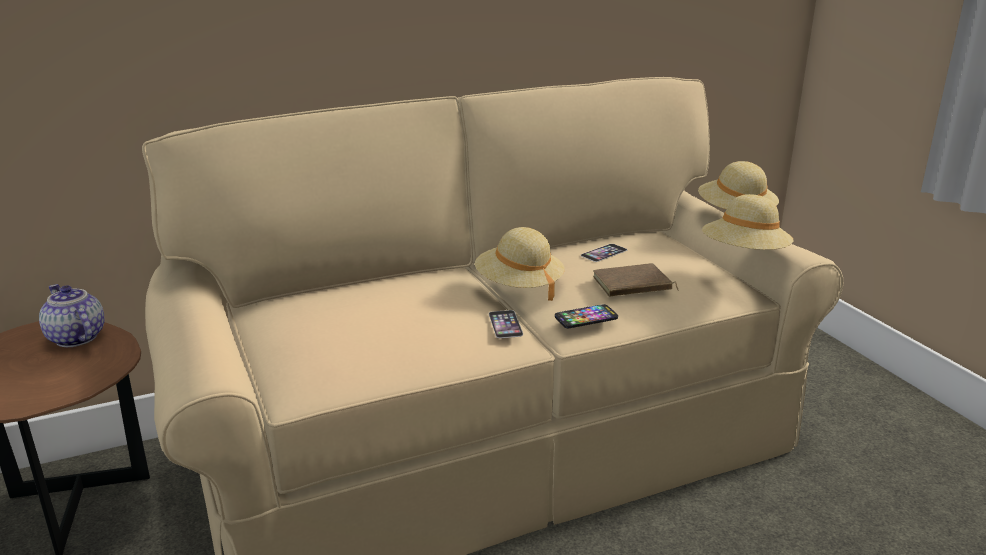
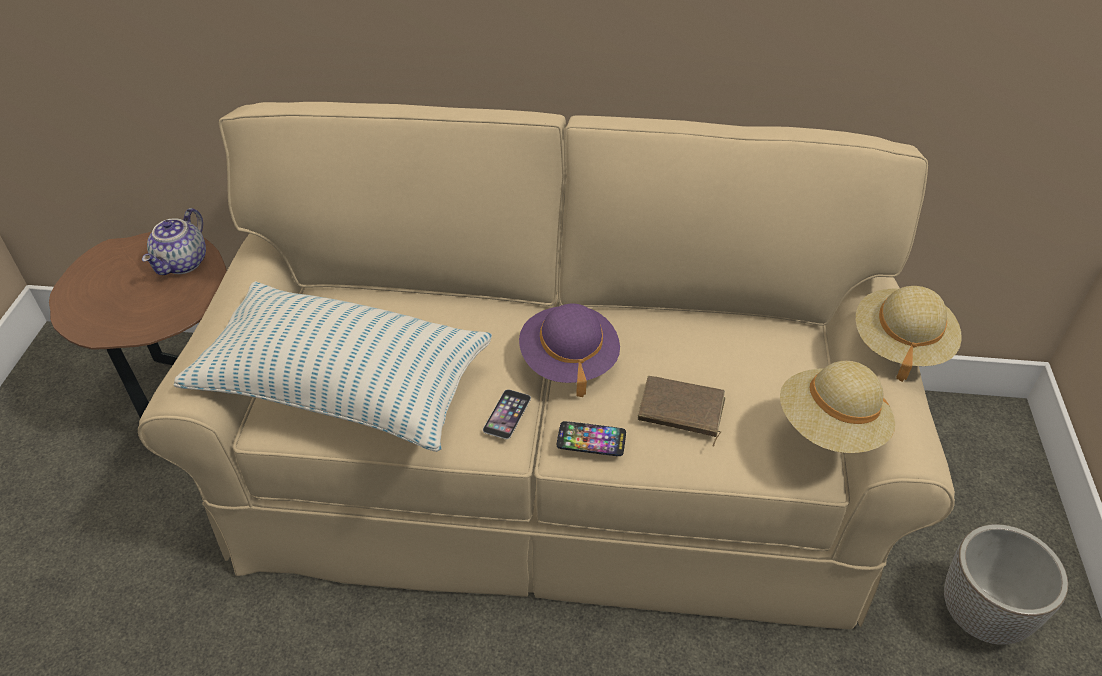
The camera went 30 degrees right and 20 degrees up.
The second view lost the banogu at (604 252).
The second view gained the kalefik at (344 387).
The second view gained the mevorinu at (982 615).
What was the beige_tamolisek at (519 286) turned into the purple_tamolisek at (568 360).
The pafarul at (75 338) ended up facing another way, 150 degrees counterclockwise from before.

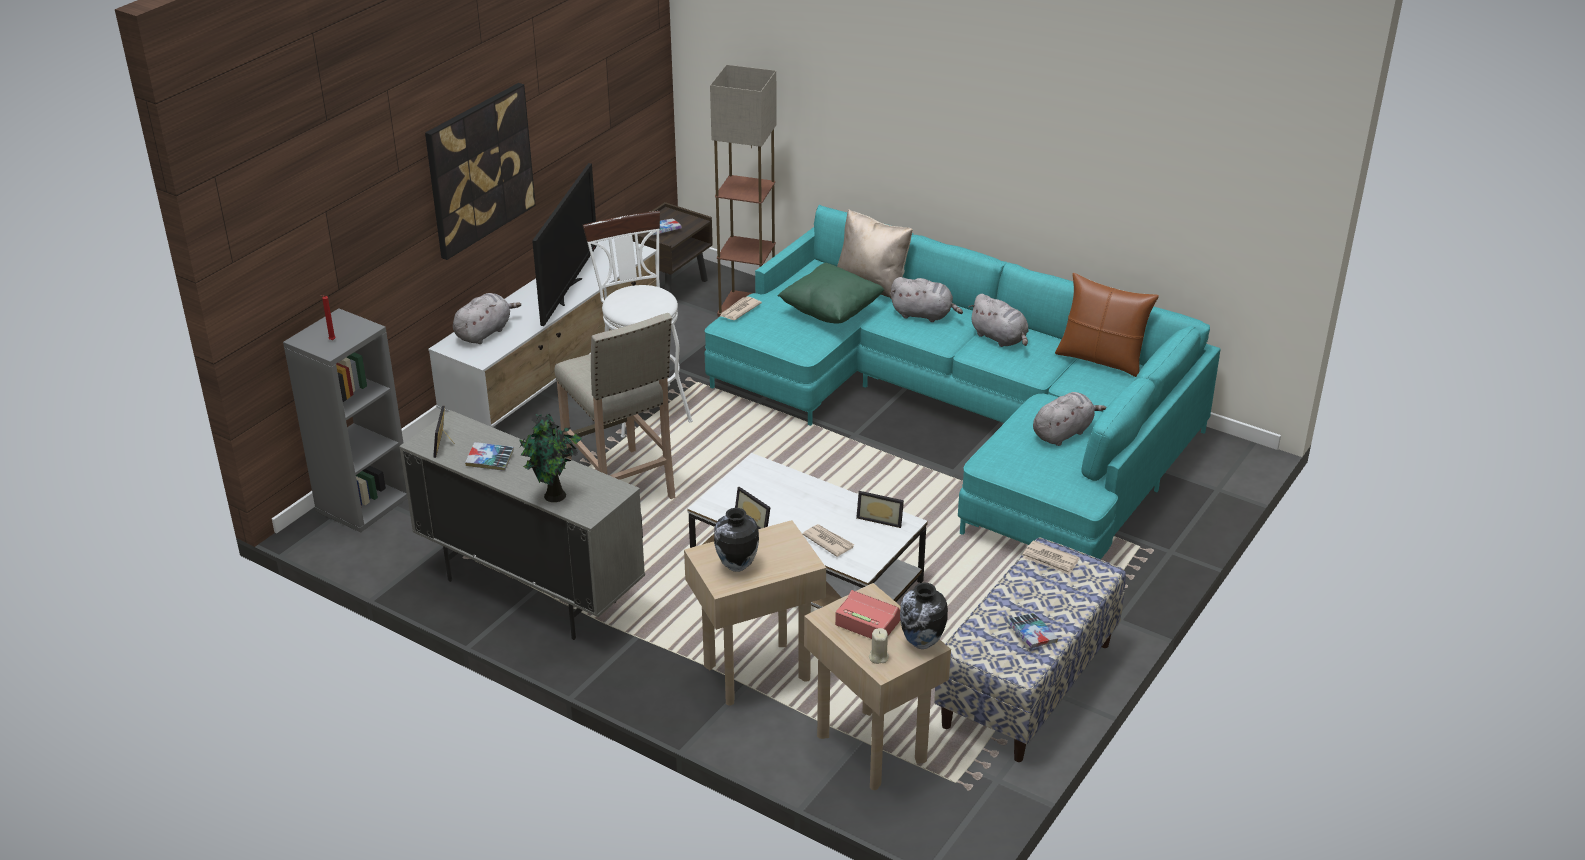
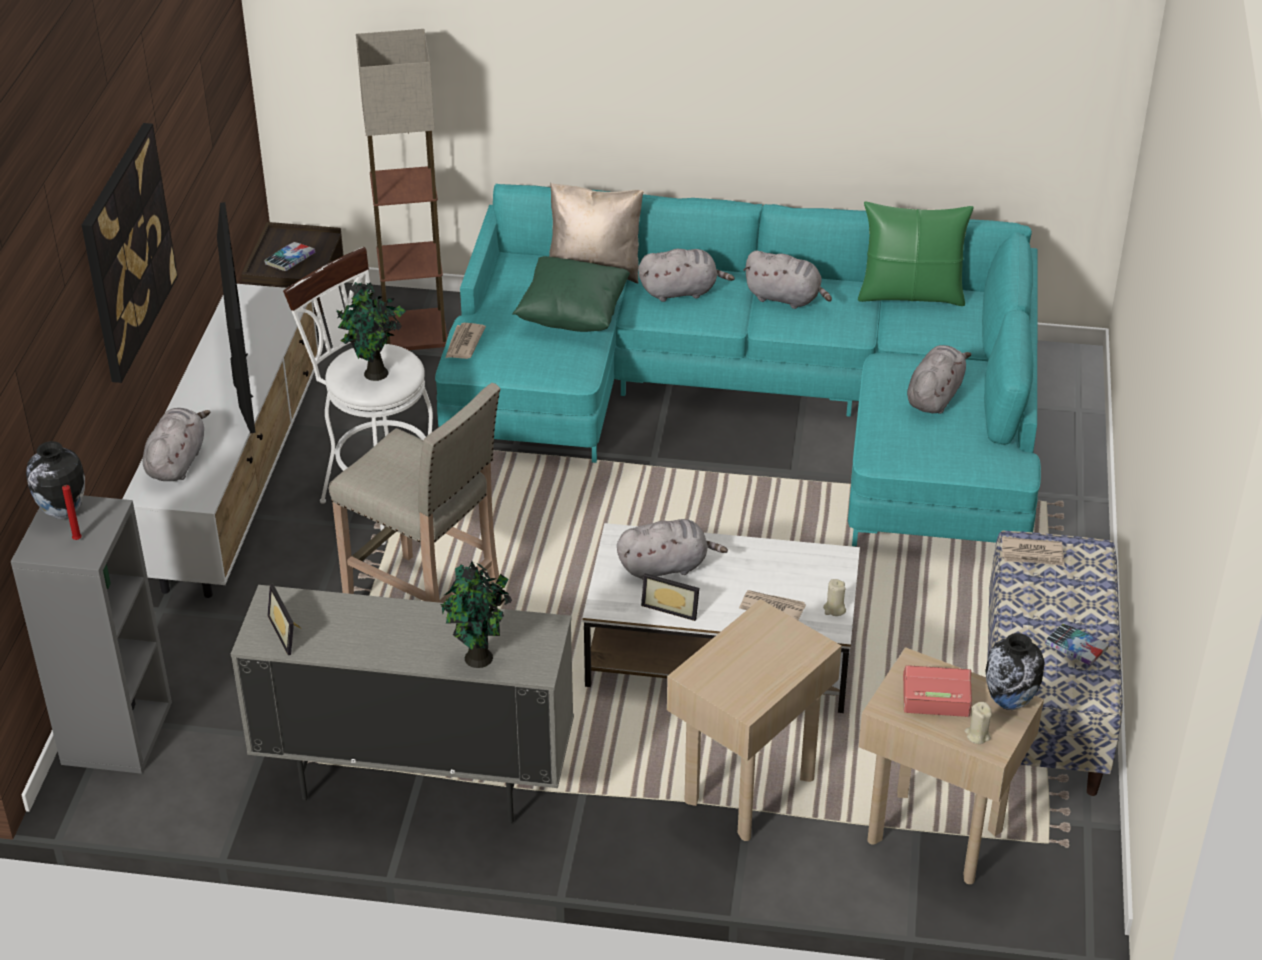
The camera went 25 degrees left and 5 degrees up.
The second view lost the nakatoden at (490 460).
The second view lost the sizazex at (881 518).
The second view gained the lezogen at (375 375).
The second view gained the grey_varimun at (666 566).
The second view gained the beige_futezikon at (834 609).
The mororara ended up elsewhere, having gone from (736 566) to (62 512).
What was the brown_kalefik at (1101 359) turned into the green_kalefik at (911 294).

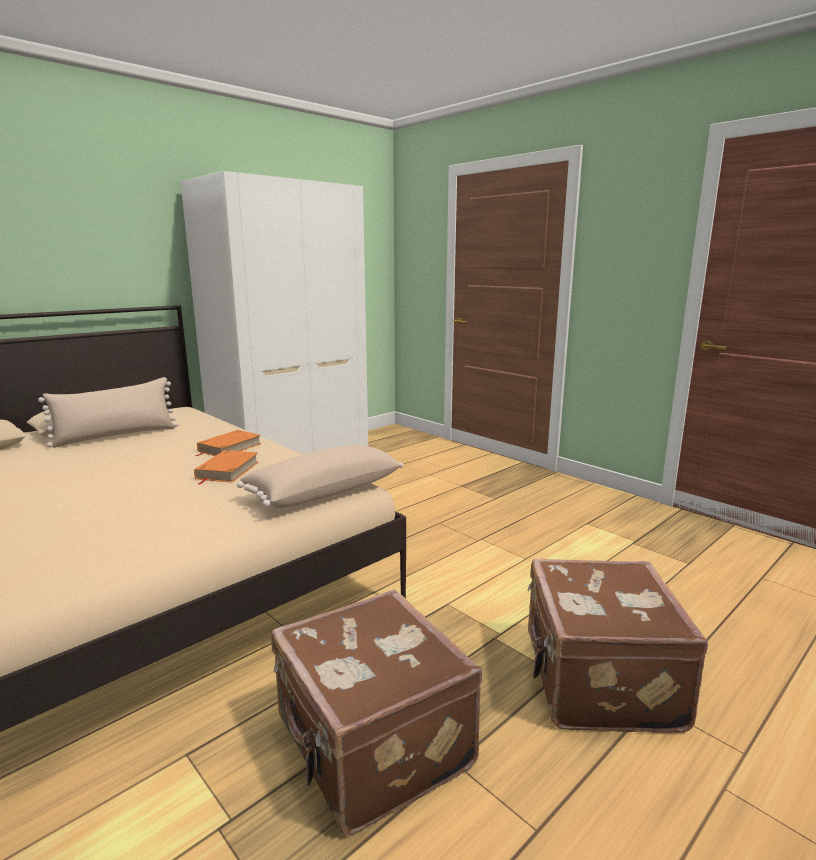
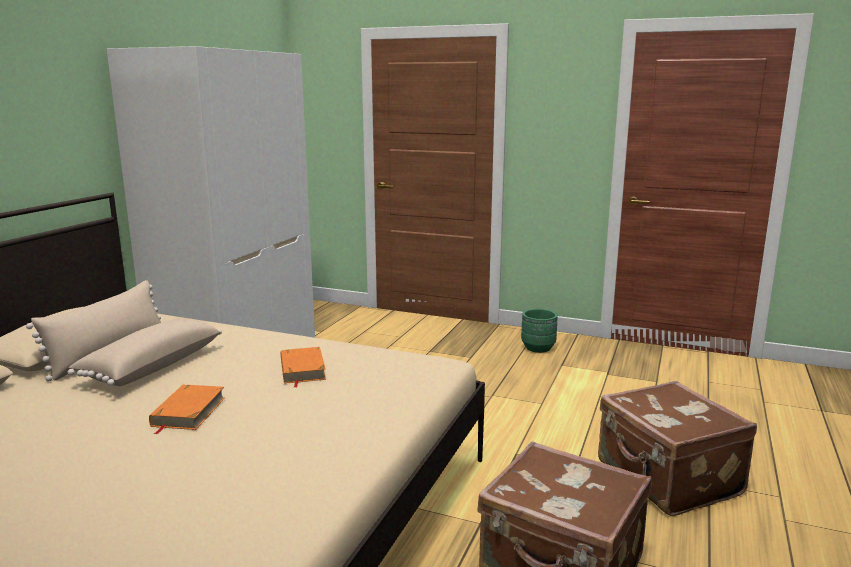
The camera went 25 degrees left and 0 degrees up.
The second view gained the green_mevorinu at (538 348).
The orange_nakatoden ended up elsewhere, having gone from (229 447) to (188 412).
The beige_kalefik ended up elsewhere, having gone from (323 491) to (150 367).

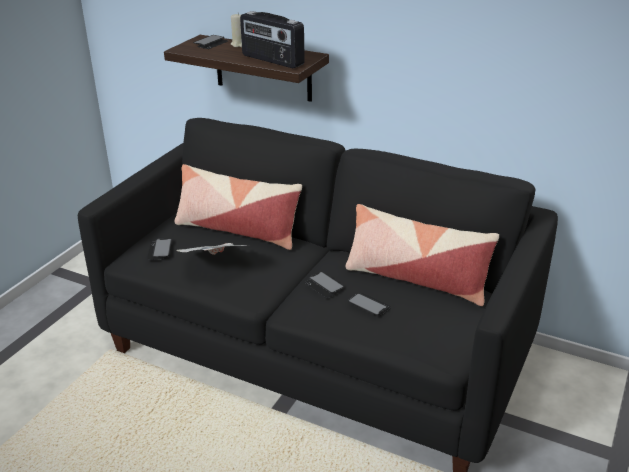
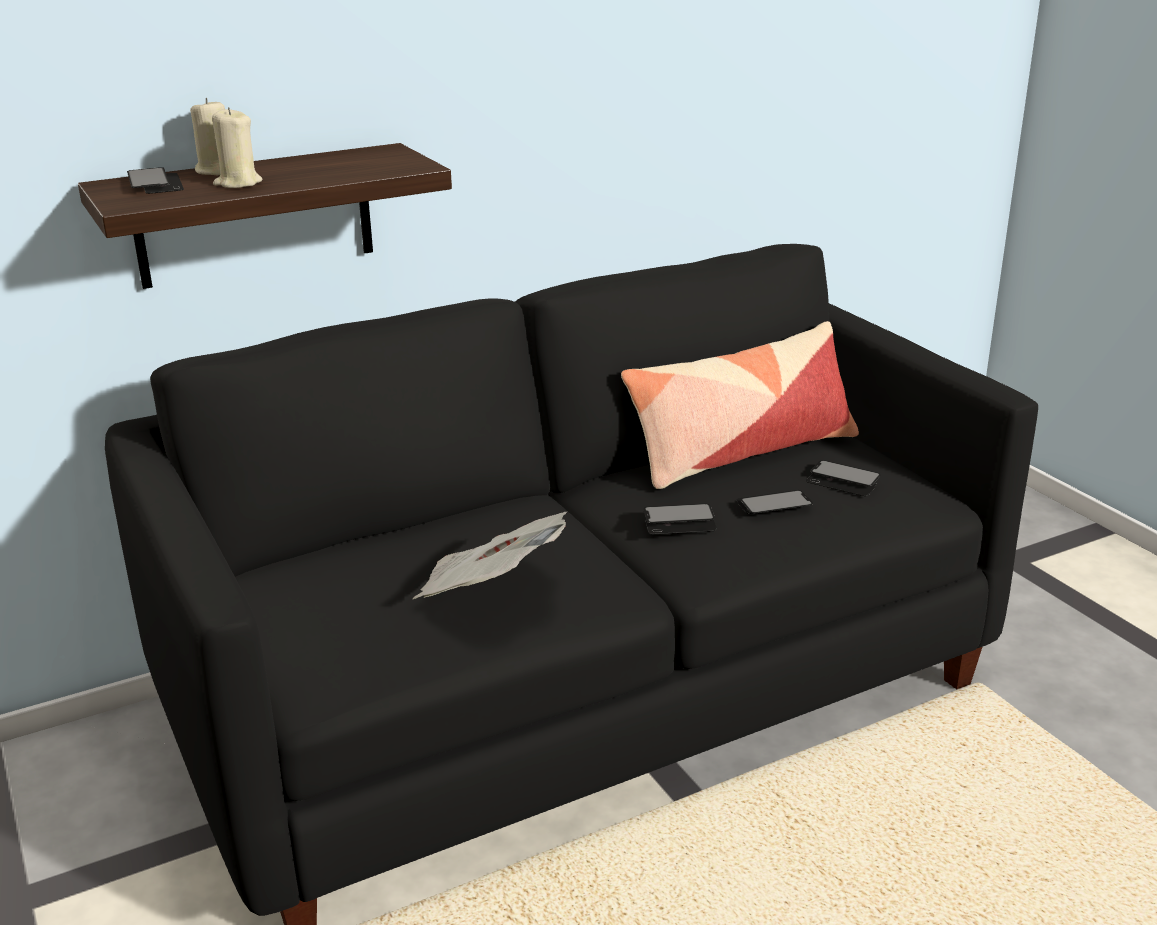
The camera went 55 degrees left and 5 degrees down.
The second view lost the kalefik at (237 229).
The second view lost the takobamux at (272 60).
The second view gained the beige_futezikon at (238 183).
The banogu ended up elsewhere, having gone from (159 250) to (843 480).

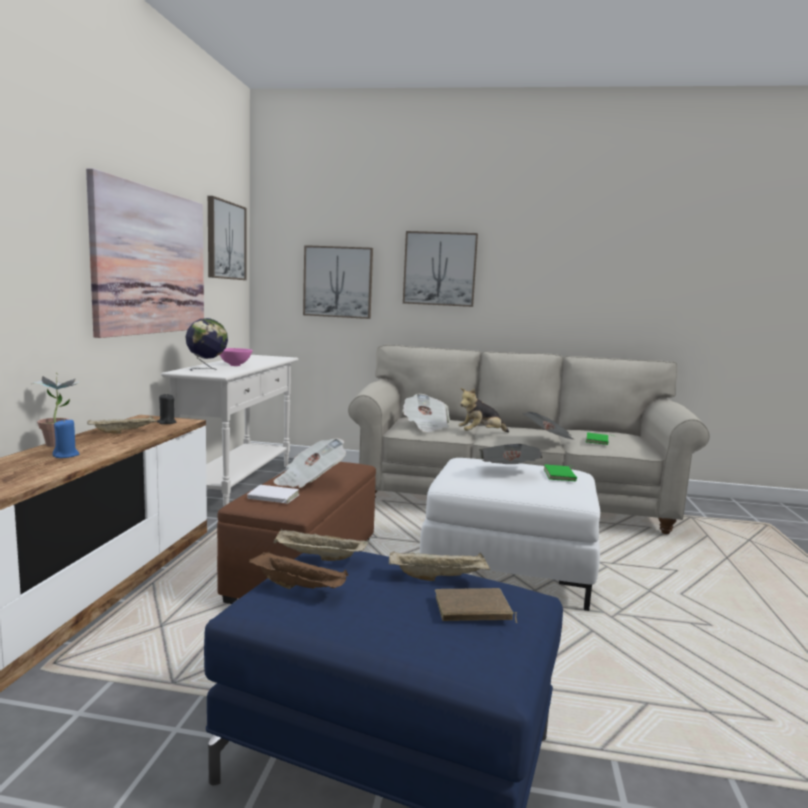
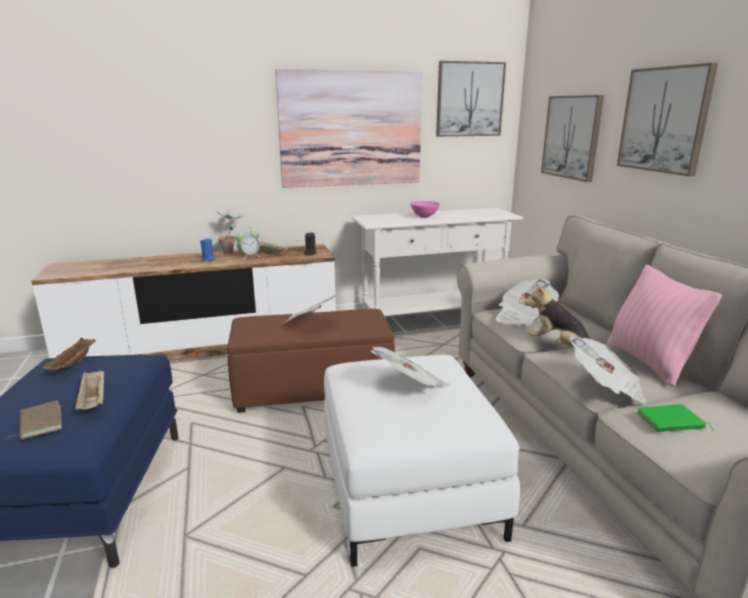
The camera went 65 degrees right and 10 degrees up.
The second view lost the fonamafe at (207 369).
The second view lost the white_nakatoden at (272 498).
The second view lost the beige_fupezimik at (318 557).
The second view lost the green_nakatoden at (561 475).
The second view gained the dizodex at (249 257).
The second view gained the pink_kalefik at (648 362).

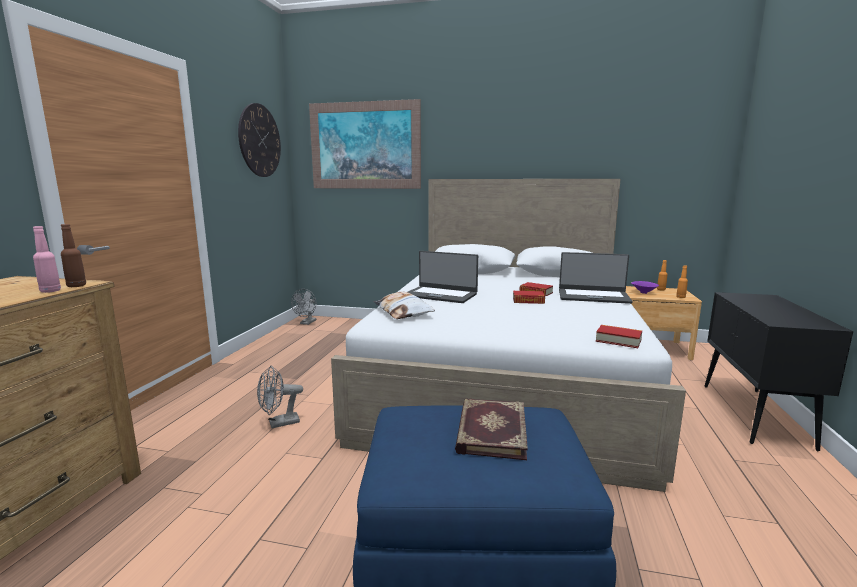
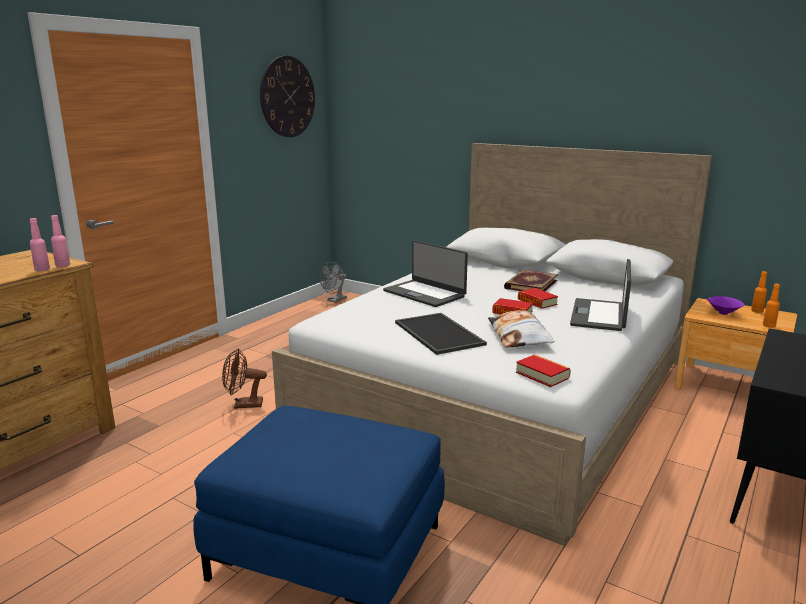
The camera went 20 degrees right and 5 degrees up.
The second view lost the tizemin at (365 146).
The second view gained the fupezimik at (440 333).
The kalefik ended up elsewhere, having gone from (403 312) to (519 336).
The nakatoden ended up elsewhere, having gone from (490 431) to (530 284).
What was the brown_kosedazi at (76 286) turned into the pink_kosedazi at (63 266).
What was the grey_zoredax at (279 423) turned into the brown_zoredax at (243 405).
The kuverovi at (593 296) ended up facing another way, 75 degrees clockwise from before.

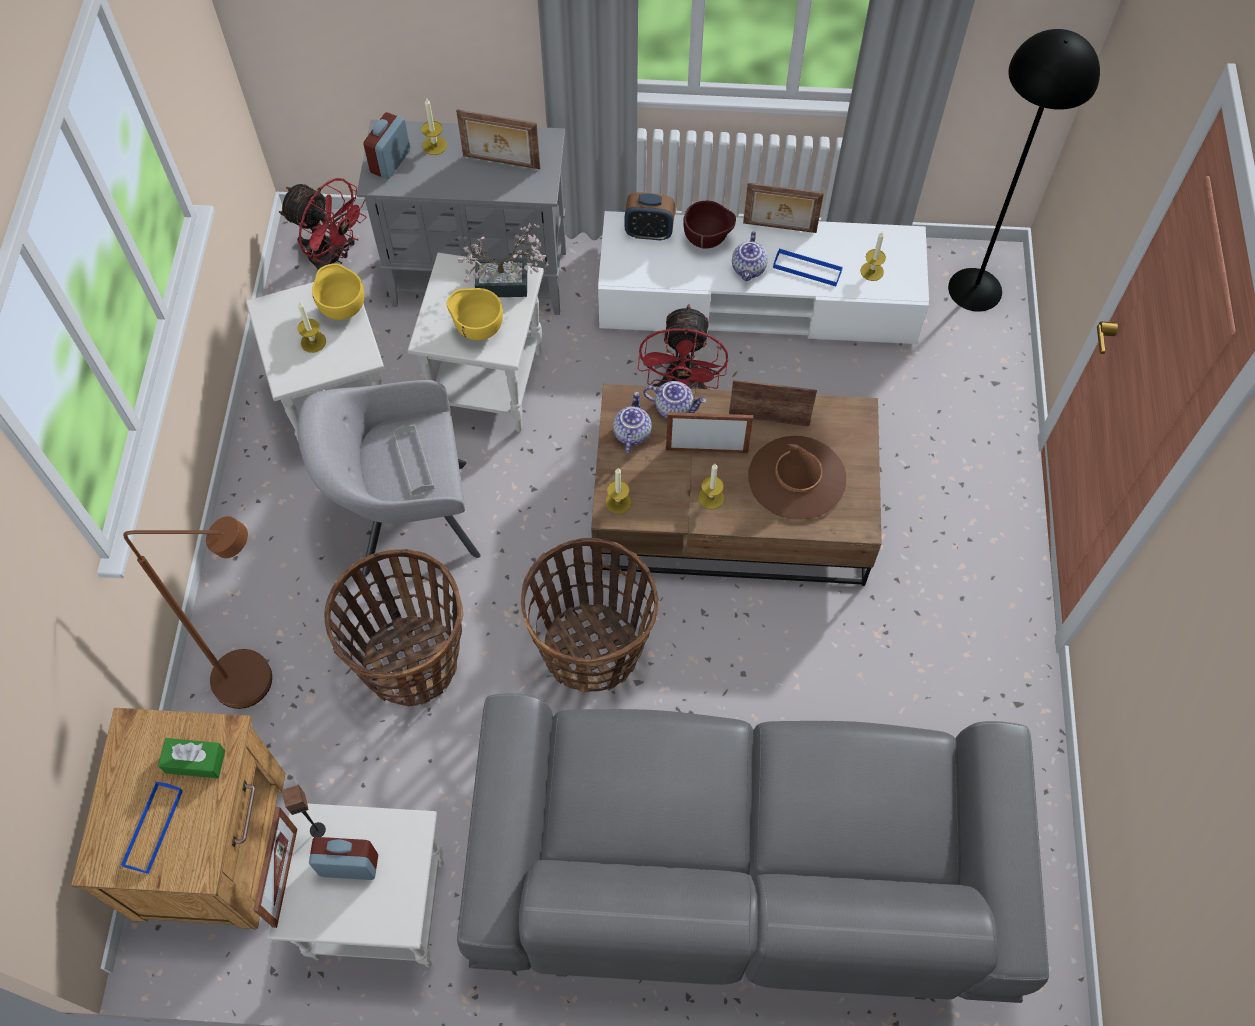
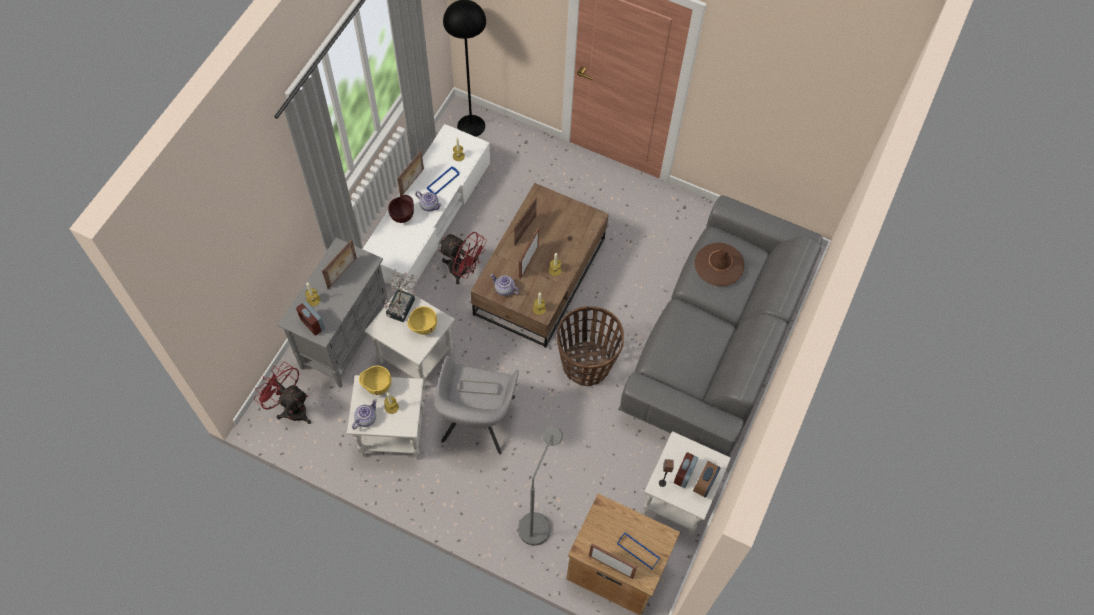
The camera went 70 degrees left and 0 degrees up.
The second view lost the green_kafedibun at (195 761).
The second view lost the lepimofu at (411 661).
The sizazex ended up elsewhere, having gone from (285 877) to (610 566).
The dizodex ended up elsewhere, having gone from (649 232) to (704 484).
The pafarul ended up elsewhere, having gone from (674 407) to (365 418).
The brown_tamolisek ended up elsewhere, having gone from (796 478) to (719 264).
What was the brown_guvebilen at (260 680) turned into the grey_guvebilen at (537 521).
The red_zoredax at (333 259) ended up facing another way, 105 degrees counterclockwise from before.

